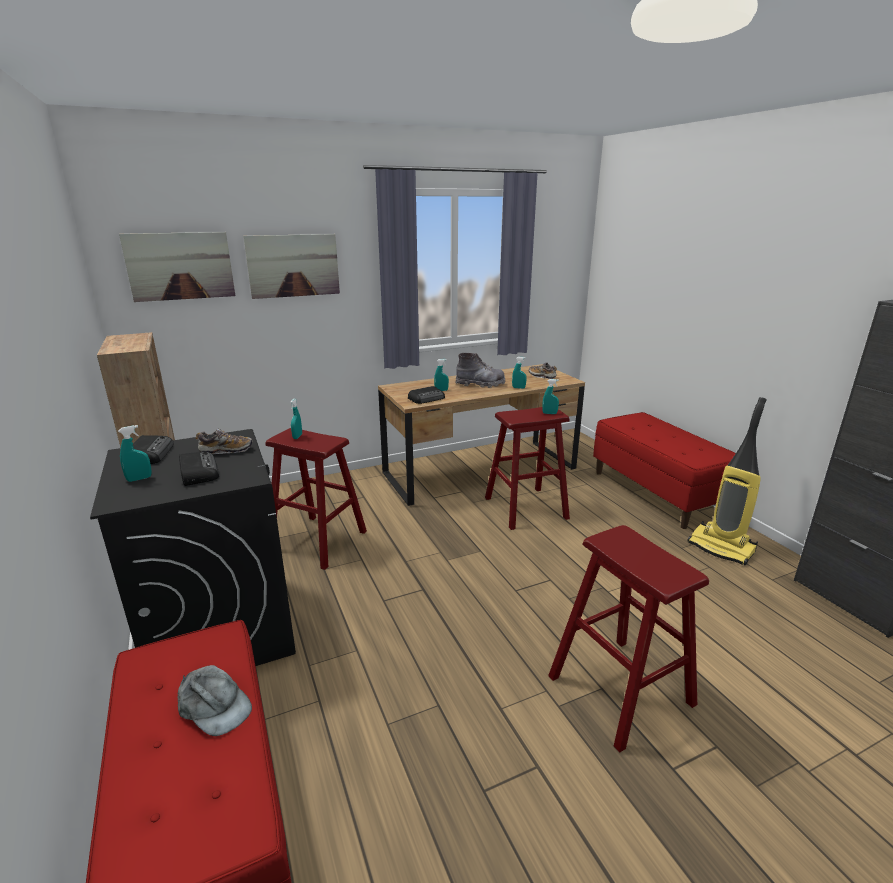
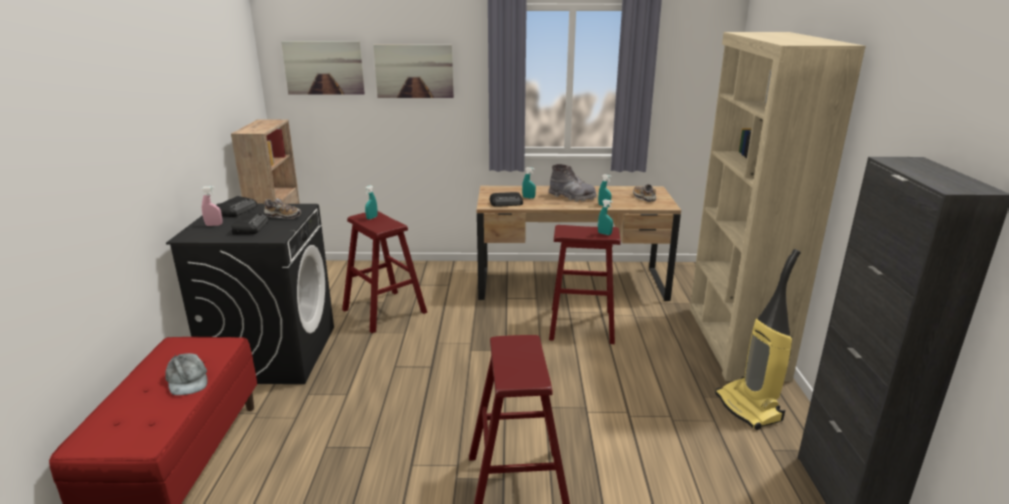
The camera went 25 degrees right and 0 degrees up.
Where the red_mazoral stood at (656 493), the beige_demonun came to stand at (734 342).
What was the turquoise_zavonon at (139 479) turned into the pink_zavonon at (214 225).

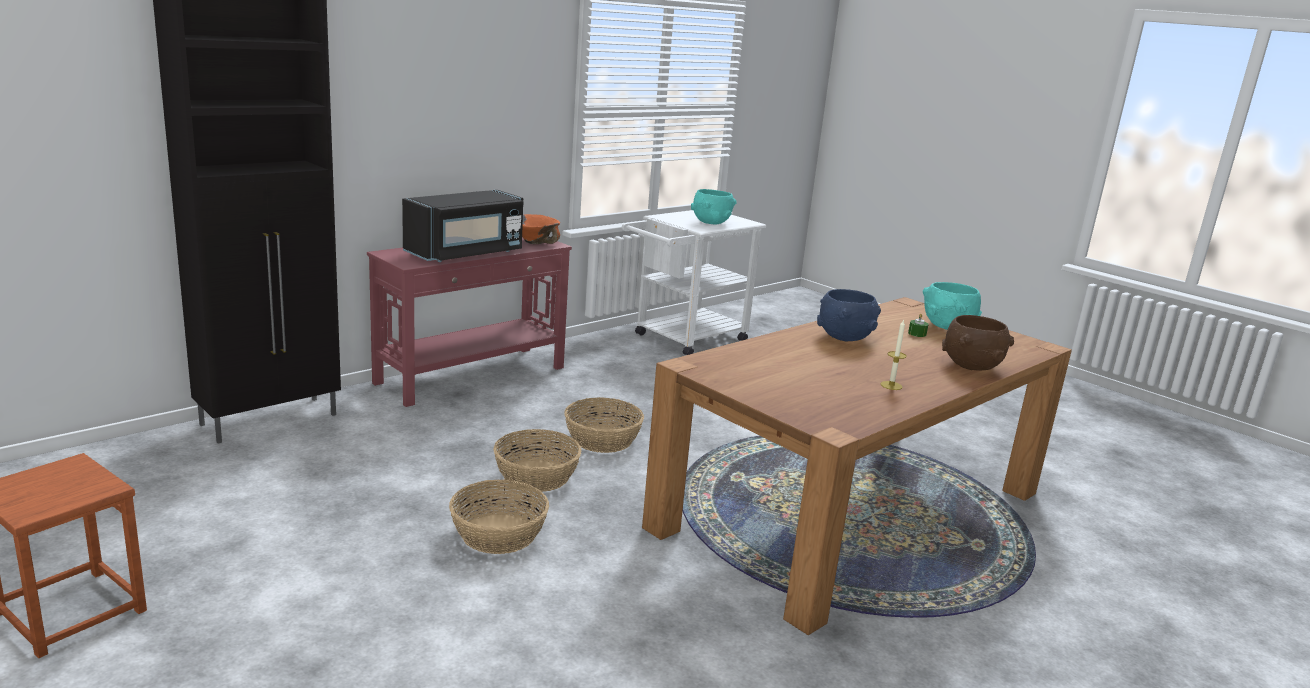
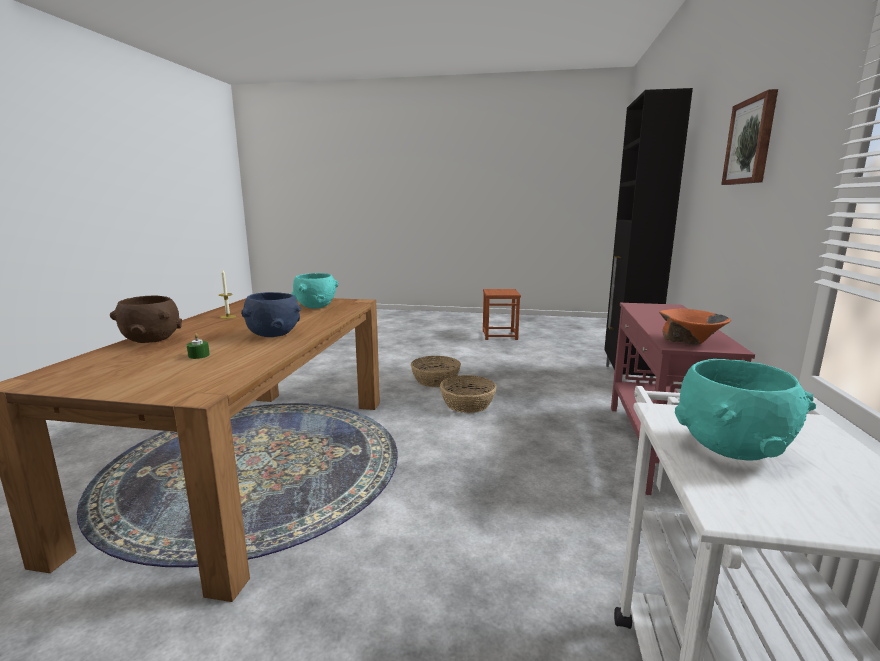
The camera went 145 degrees right and 5 degrees down.
The second view lost the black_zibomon at (465 254).
The second view lost the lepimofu at (602 439).
The second view gained the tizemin at (751 141).
The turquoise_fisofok ended up elsewhere, having gone from (947 327) to (315 307).

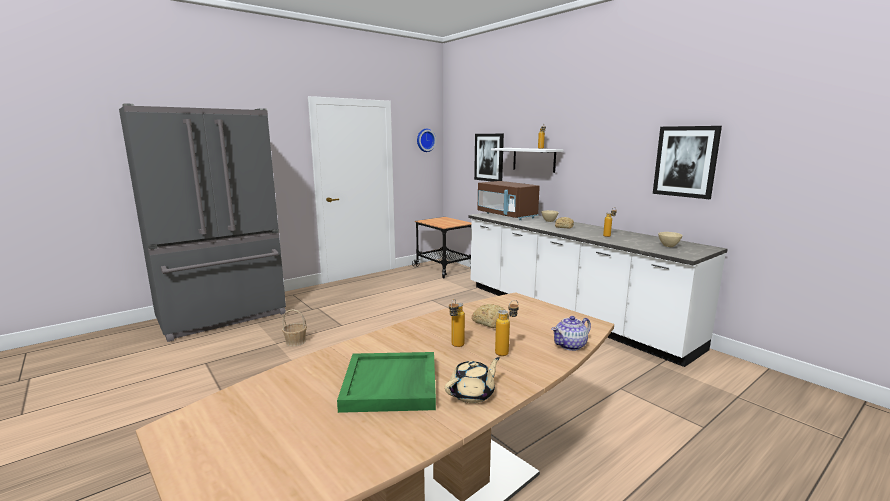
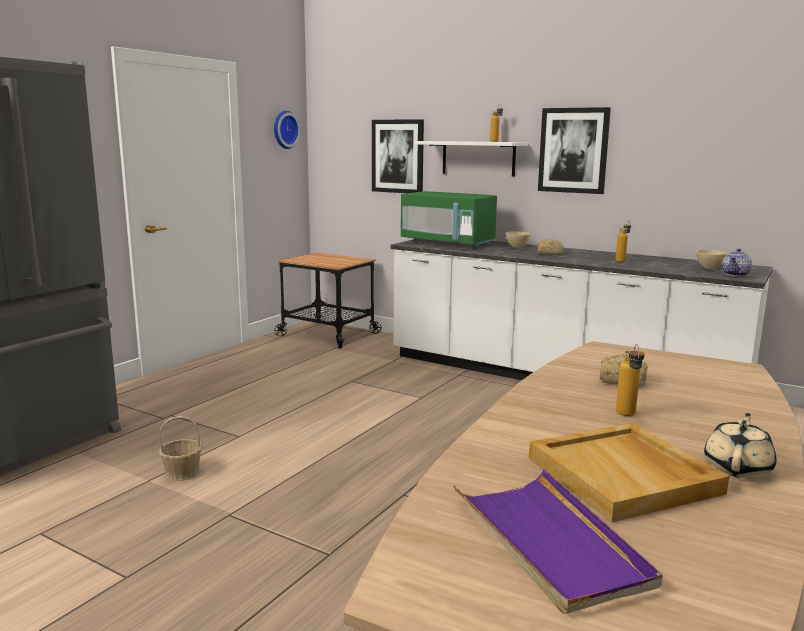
The camera went 20 degrees left and 0 degrees up.
The second view lost the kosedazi at (506 352).
The second view gained the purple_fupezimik at (549 542).
The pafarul ended up elsewhere, having gone from (570 345) to (736 274).
The tizemin ended up elsewhere, having gone from (685 161) to (573 150).
What was the green_fupezimik at (391 385) turned into the beige_fupezimik at (624 475).
What was the brown_zibomon at (506 215) turned into the green_zibomon at (447 243).

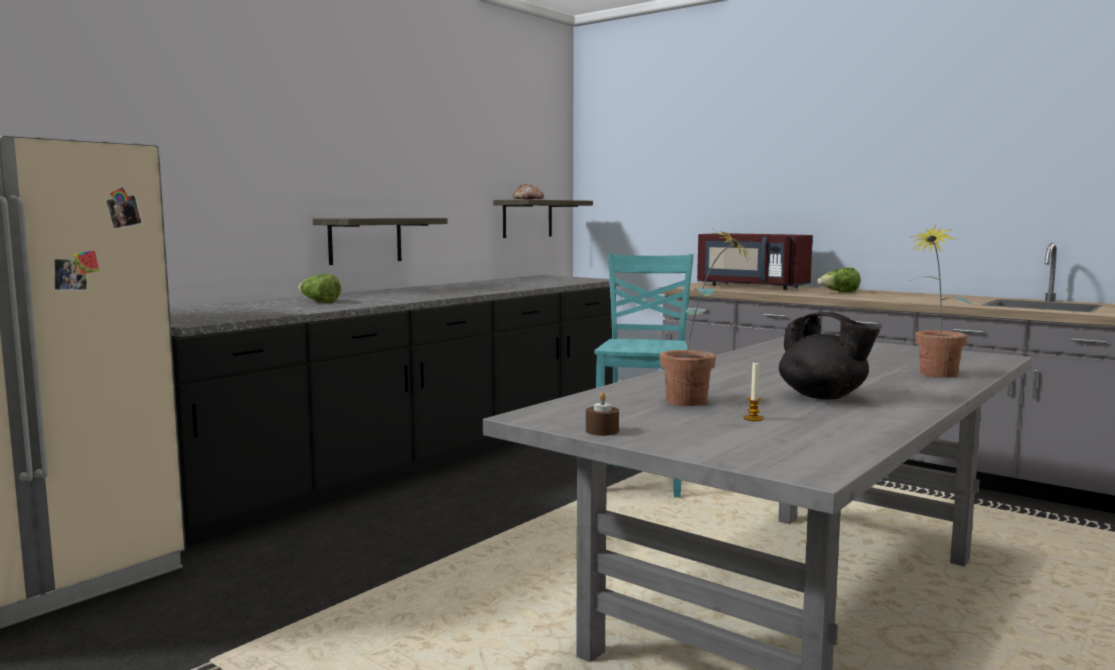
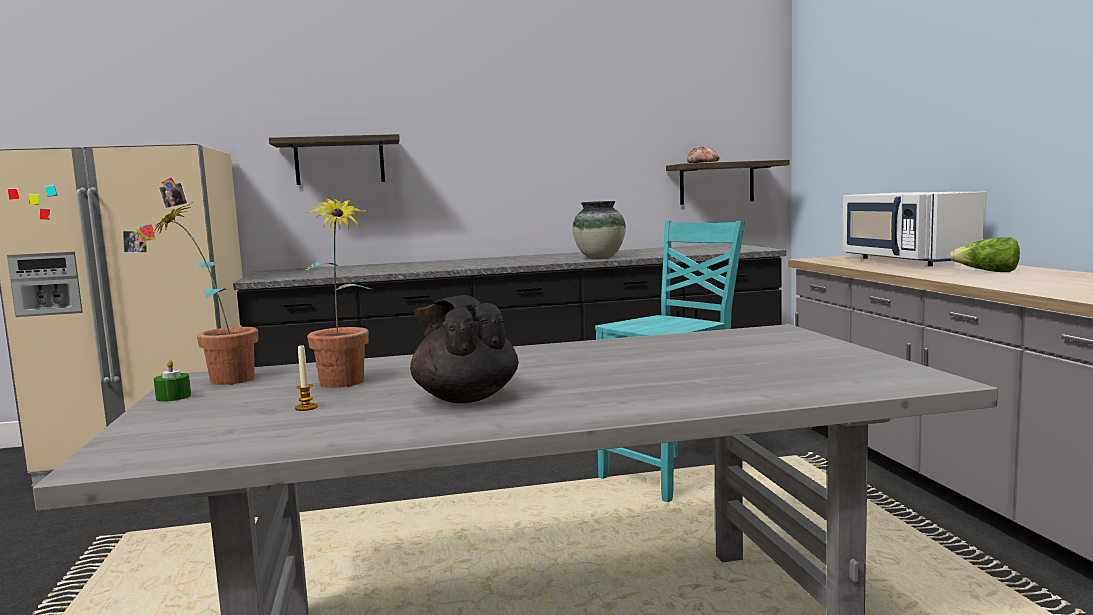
The camera went 40 degrees right and 0 degrees up.
The second view lost the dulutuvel at (319 302).
The second view gained the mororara at (599 258).
The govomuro ended up elsewhere, having gone from (365 240) to (339 161).
The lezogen ended up elsewhere, having gone from (933 375) to (218 380).
What was the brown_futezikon at (602 431) turned into the green_futezikon at (173 397).
What was the red_zibomon at (751 286) turned into the white_zibomon at (905 261).
The black_pafarul at (824 397) ended up facing another way, 150 degrees clockwise from before.

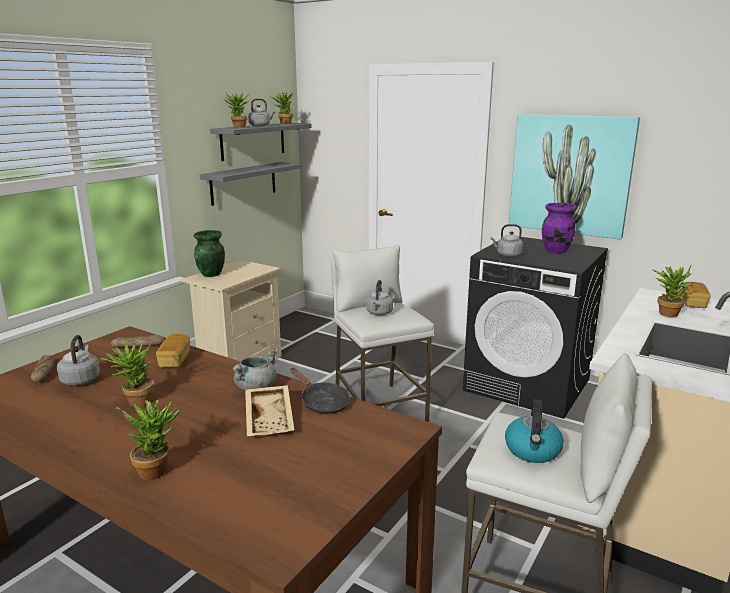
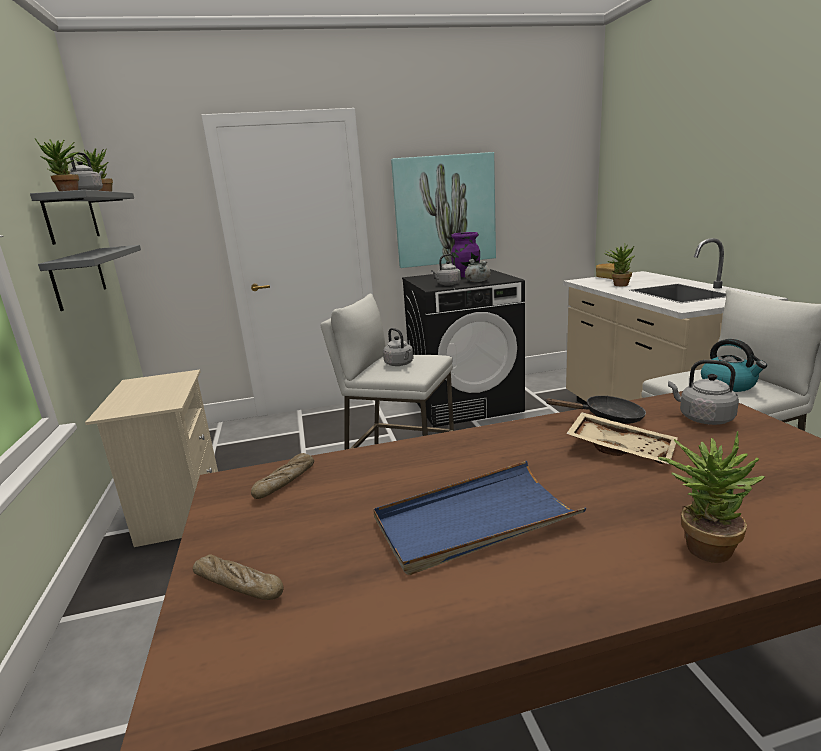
The camera went 45 degrees left and 0 degrees up.
The second view lost the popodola at (175 360).
The second view lost the green_mororara at (211 274).
The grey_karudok ended up elsewhere, having gone from (81 379) to (702 418).
The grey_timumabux ended up elsewhere, having gone from (256 387) to (477 281).
Where the lezogen stood at (135 402), the blue_fupezimik came to stand at (474 521).

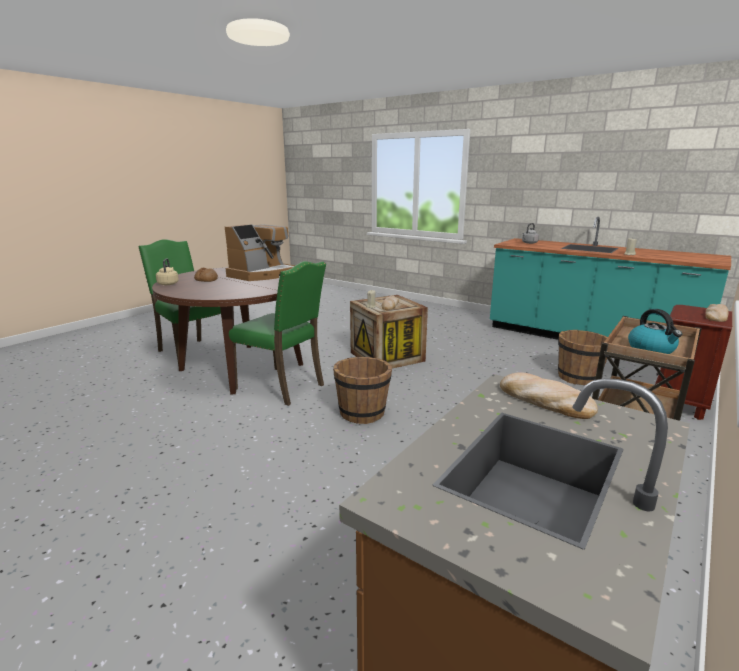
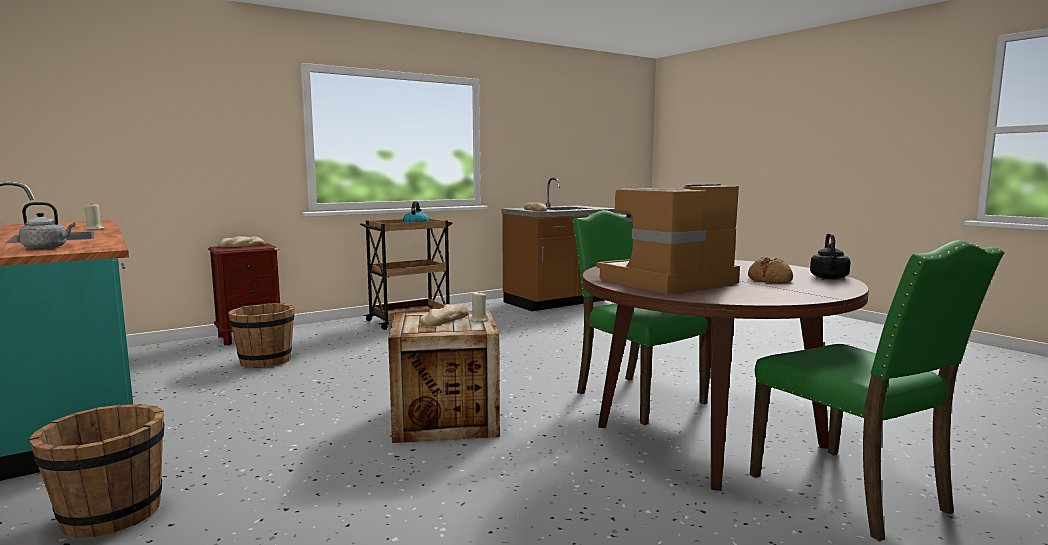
The camera went 160 degrees left and 10 degrees down.
The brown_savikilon ended up elsewhere, having gone from (362 413) to (110 515).
What was the beige_karudok at (168 284) turned into the black_karudok at (829 278).

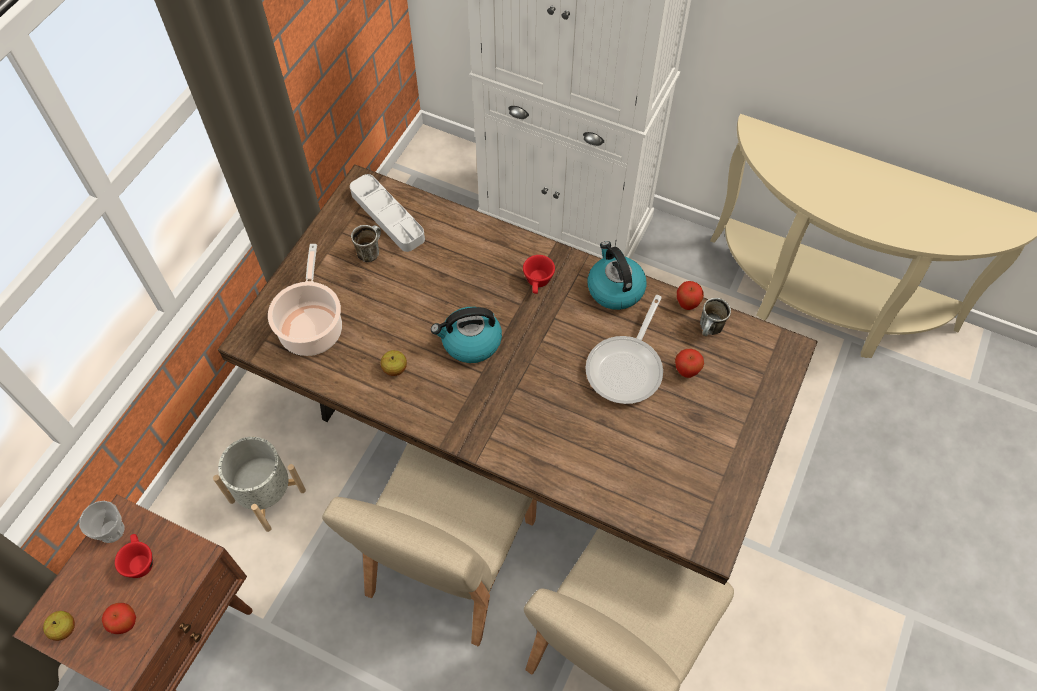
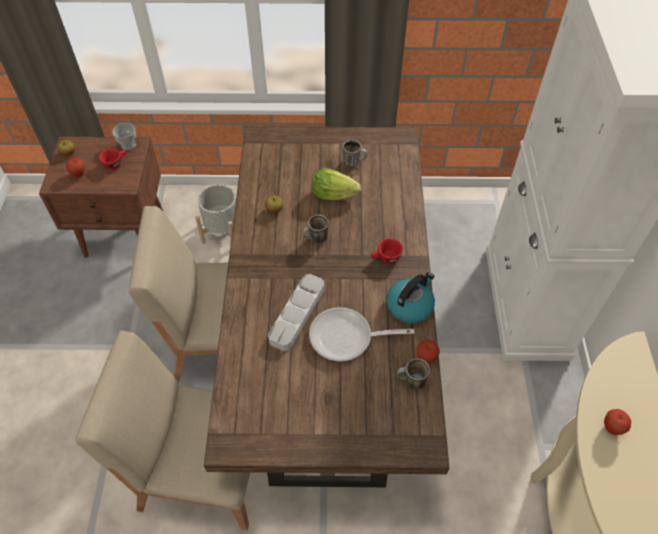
The camera went 65 degrees right and 5 degrees down.
The second view lost the timumabux at (312 327).
The second view gained the dulutuvel at (333 194).
The grey_fupezimik ended up elsewhere, having gone from (387 216) to (297 314).
The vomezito ended up elsewhere, having gone from (686 371) to (611 428).
Where the karudok stood at (470 342), the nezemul came to stand at (315 239).

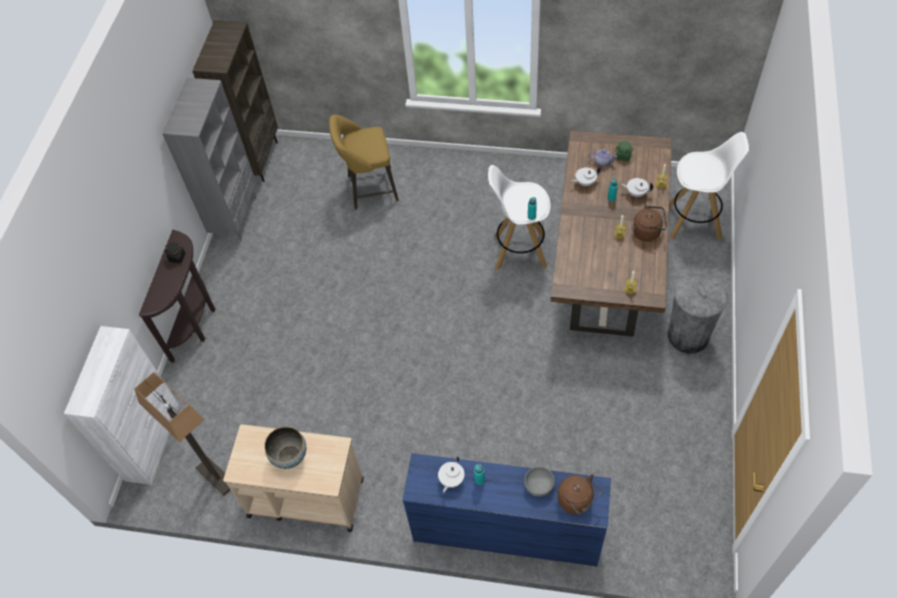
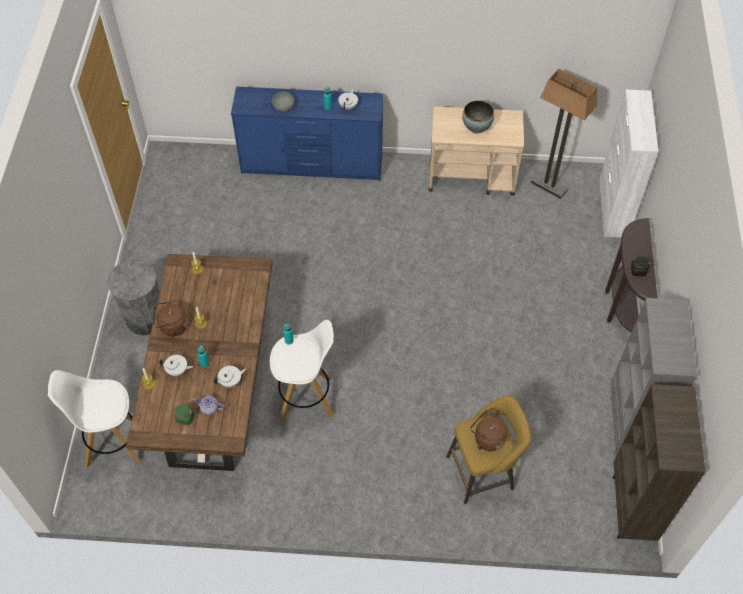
The camera went 170 degrees right and 0 degrees up.
The brown_karudok ended up elsewhere, having gone from (577 501) to (487 438).

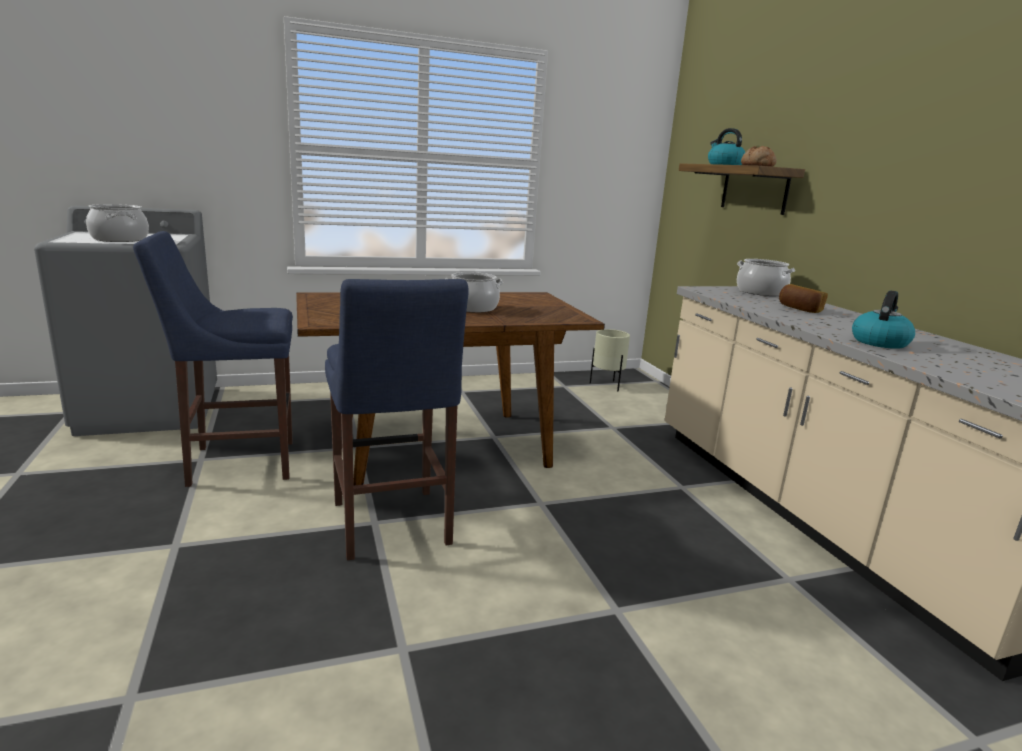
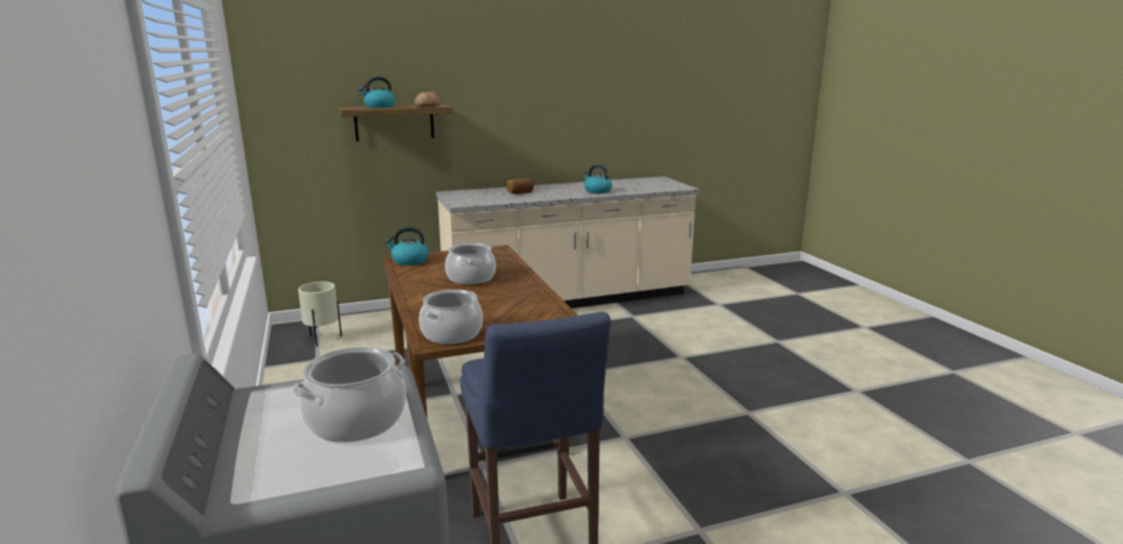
The camera went 90 degrees left and 0 degrees up.
The second view lost the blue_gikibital at (391 527).
The second view gained the karudok at (409 261).
The timumabux ended up elsewhere, having gone from (760 292) to (451 334).

